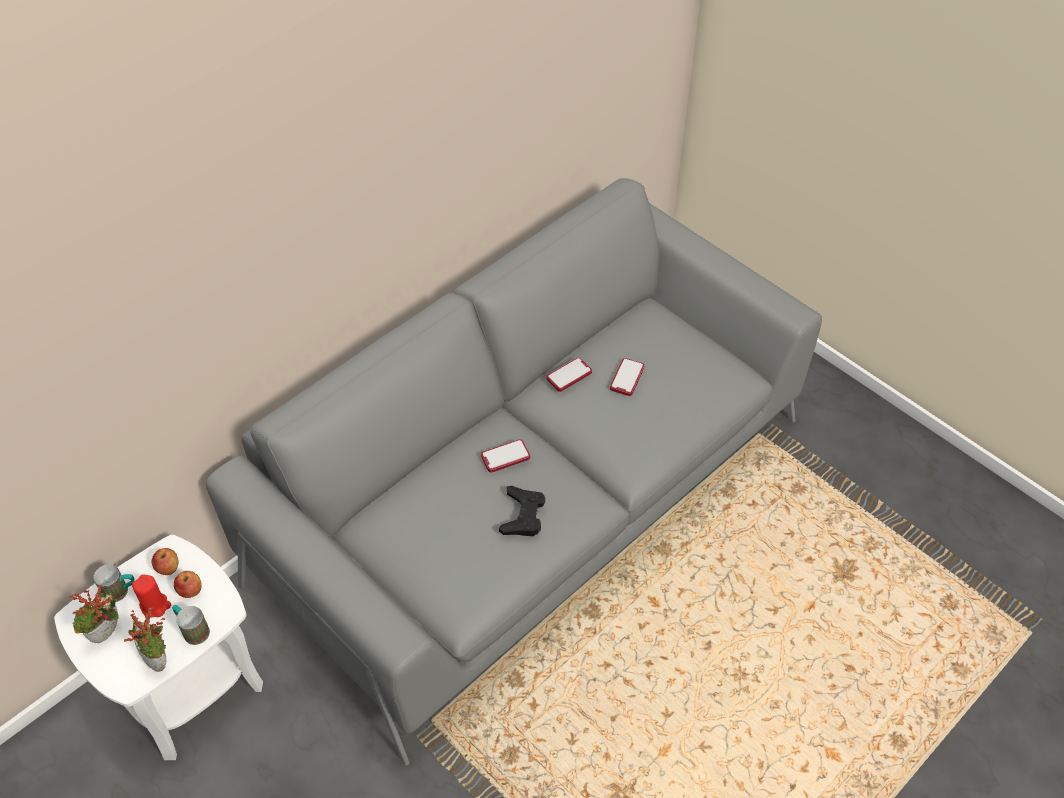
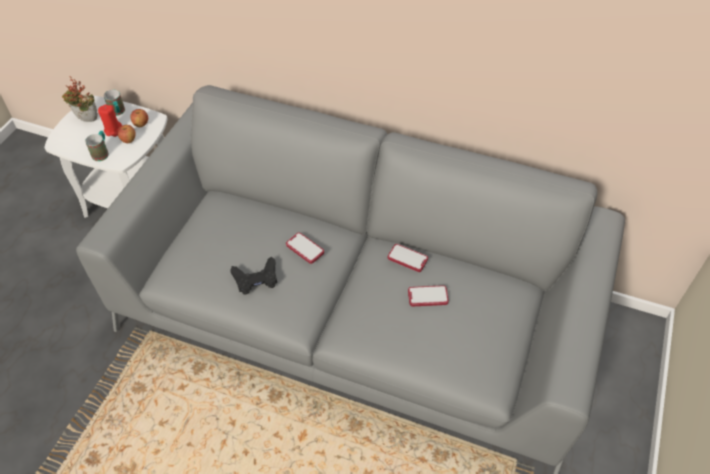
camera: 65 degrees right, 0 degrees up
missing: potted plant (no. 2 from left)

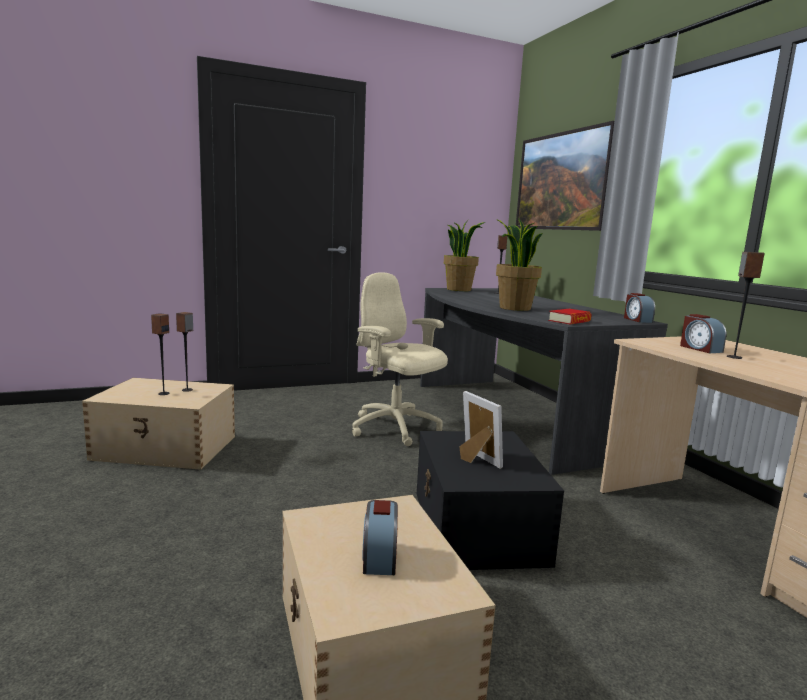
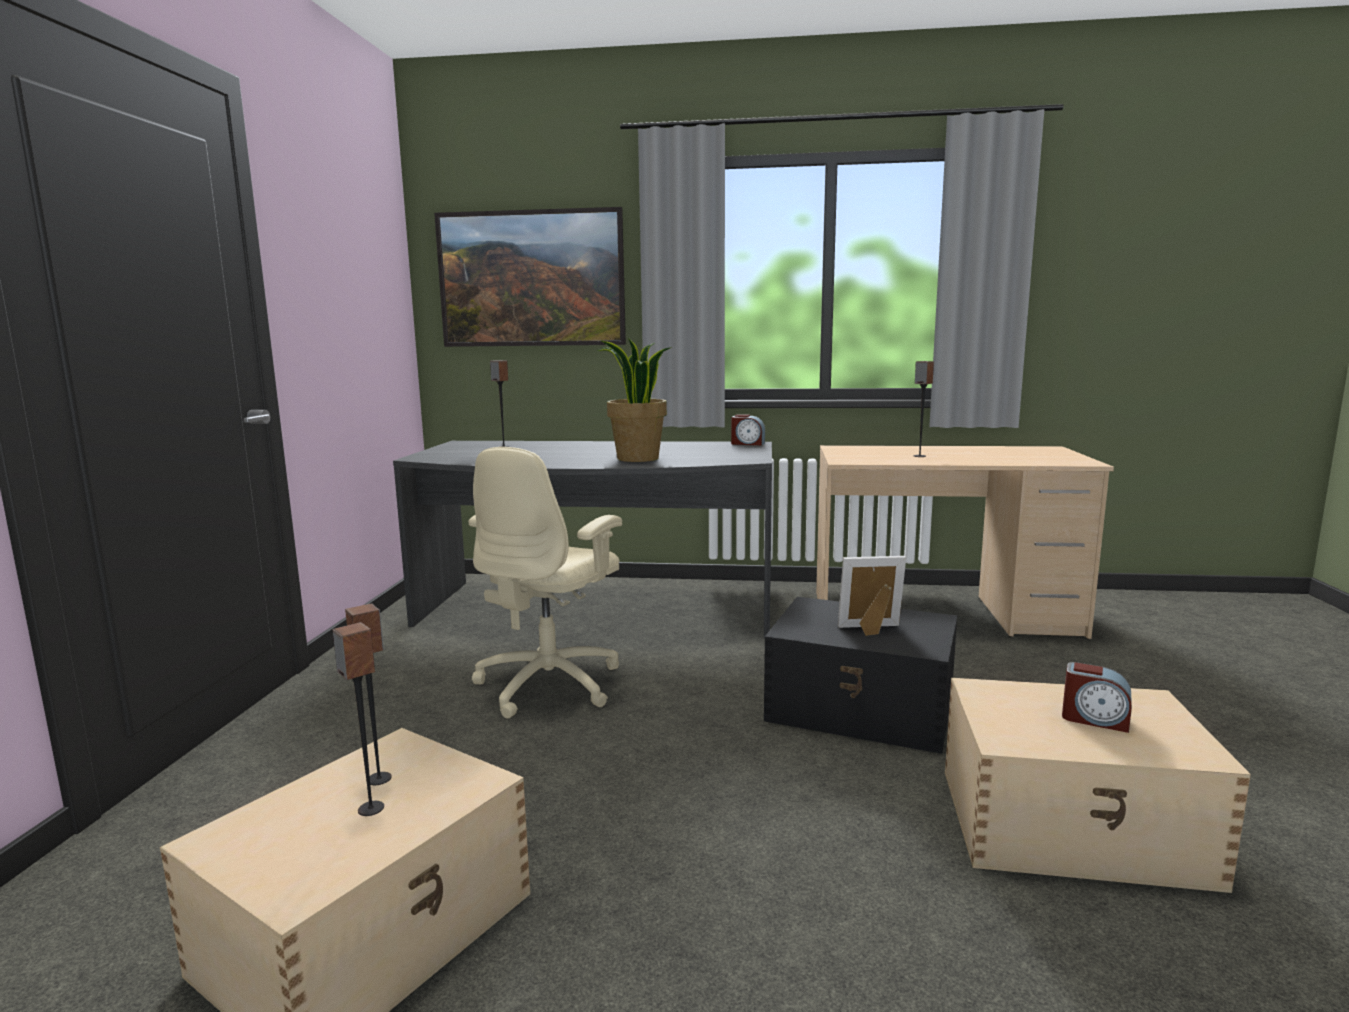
camera: 60 degrees left, 0 degrees up
missing: potted plant (no. 1 from left); book; alarm clock (no. 3 from left)
spun: office chair/sand-coloured 45 degrees counterclockwise

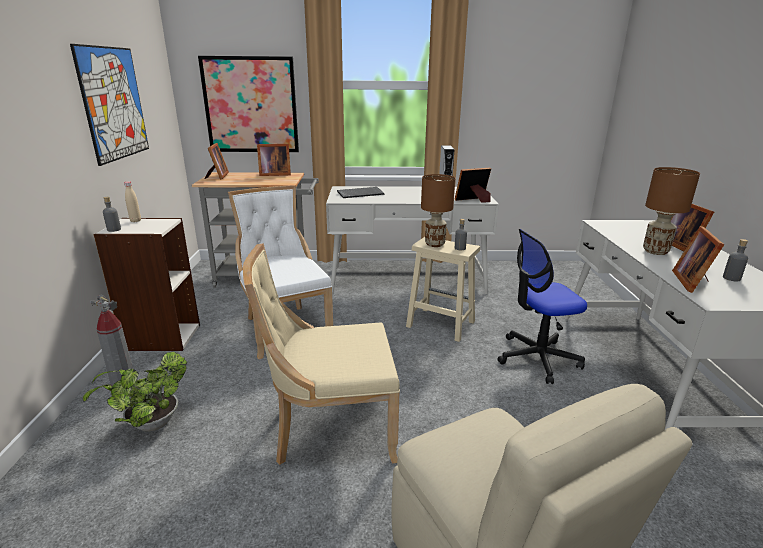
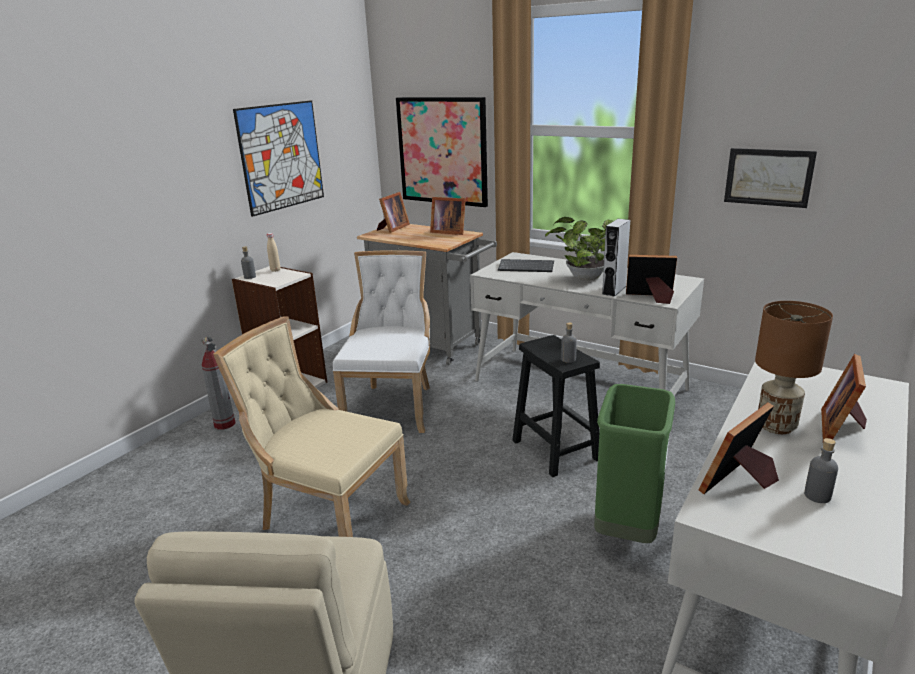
camera: 35 degrees right, 0 degrees up
missing: lamp for a table/brownish (no. 1 from left)
appeared: wall art (no. 3 from left)
relocated: potted plant
exchanged: office chair to waste bin/green
colour: stool seat/sand-coloured to stool seat/black-coloured

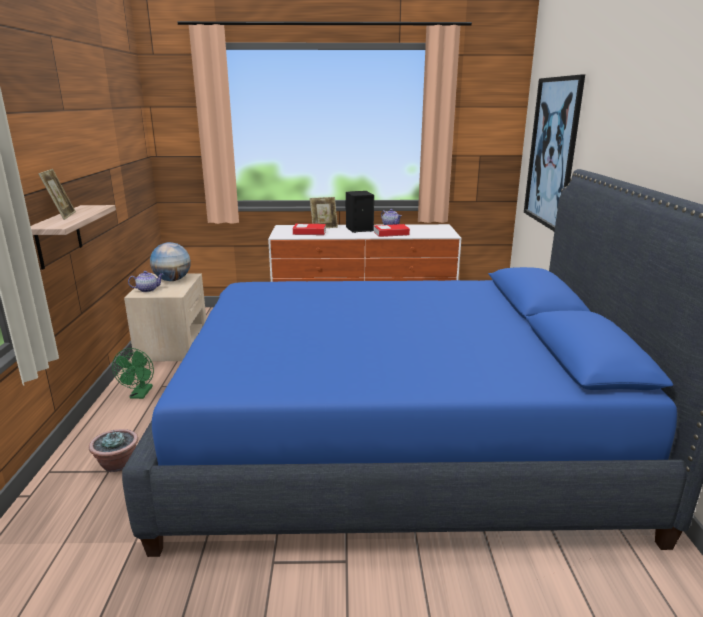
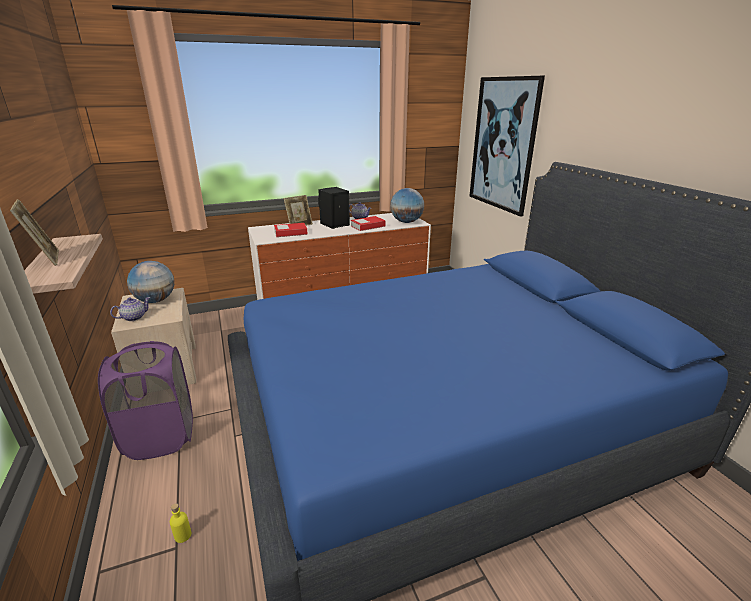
camera: 20 degrees left, 5 degrees up
appeared: globe (no. 2 from left)
exchanged: potted plant to bottle/yellowish; fan/green to hamper/purple

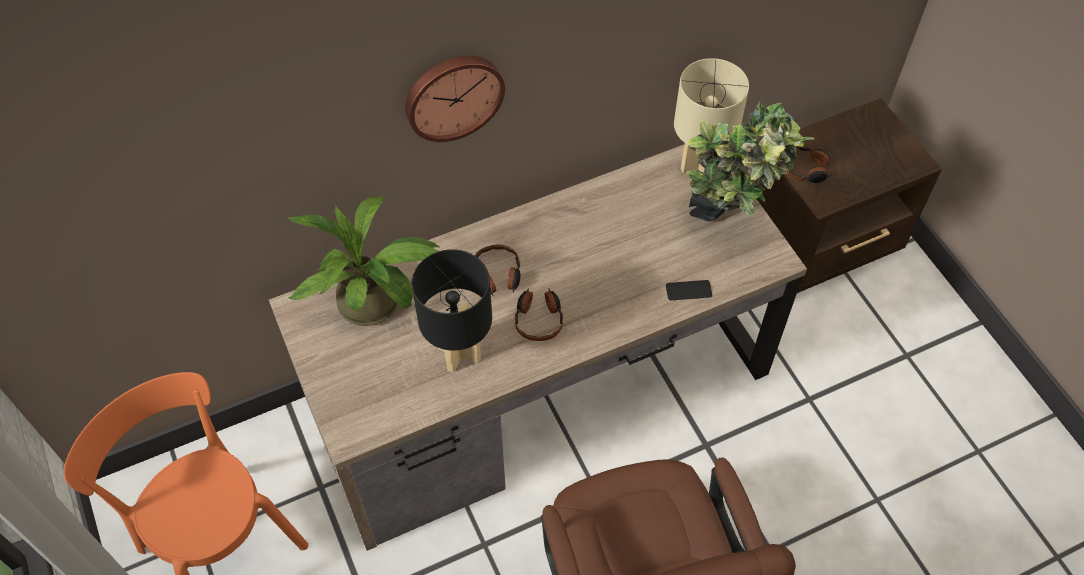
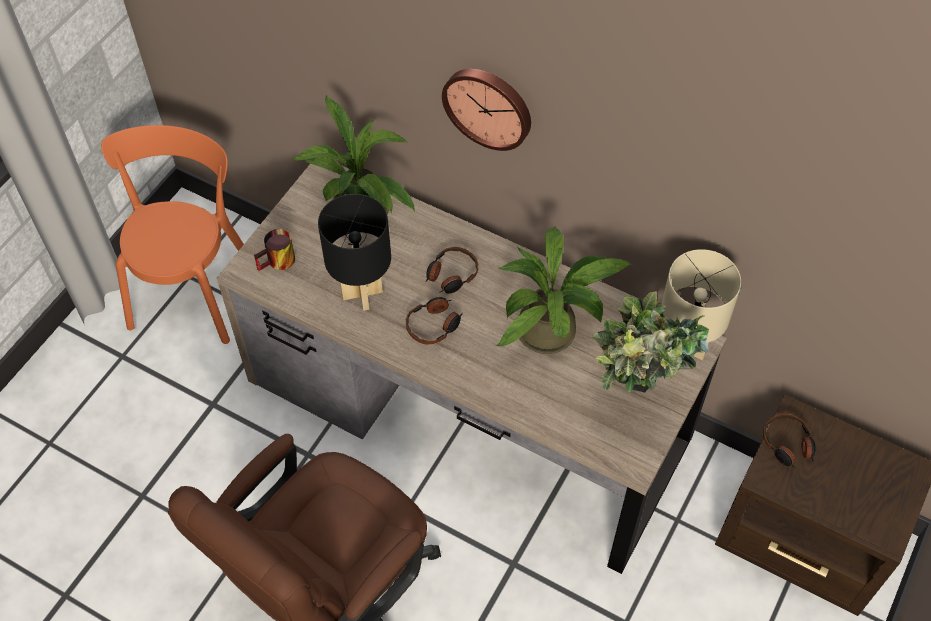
camera: 55 degrees right, 0 degrees up
missing: telephone
appeared: tea mug; potted plant (no. 2 from left)

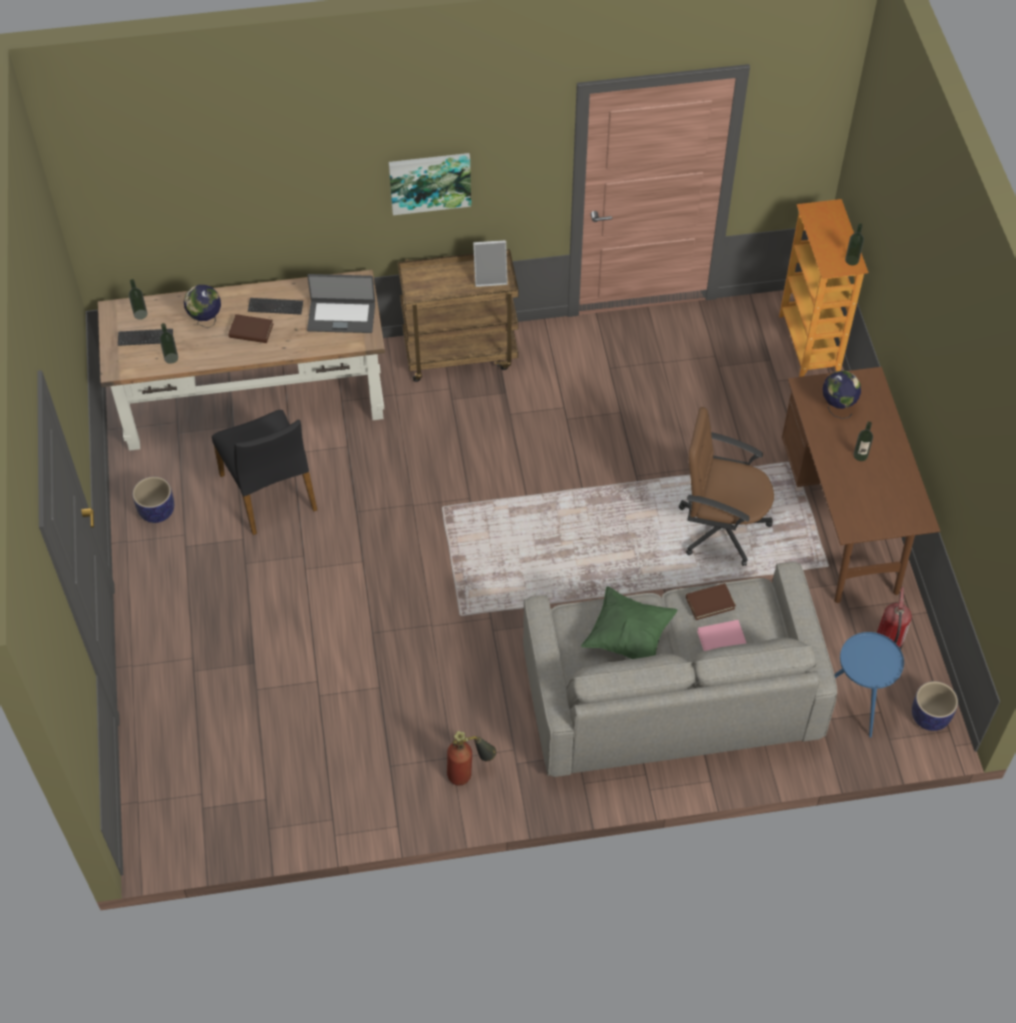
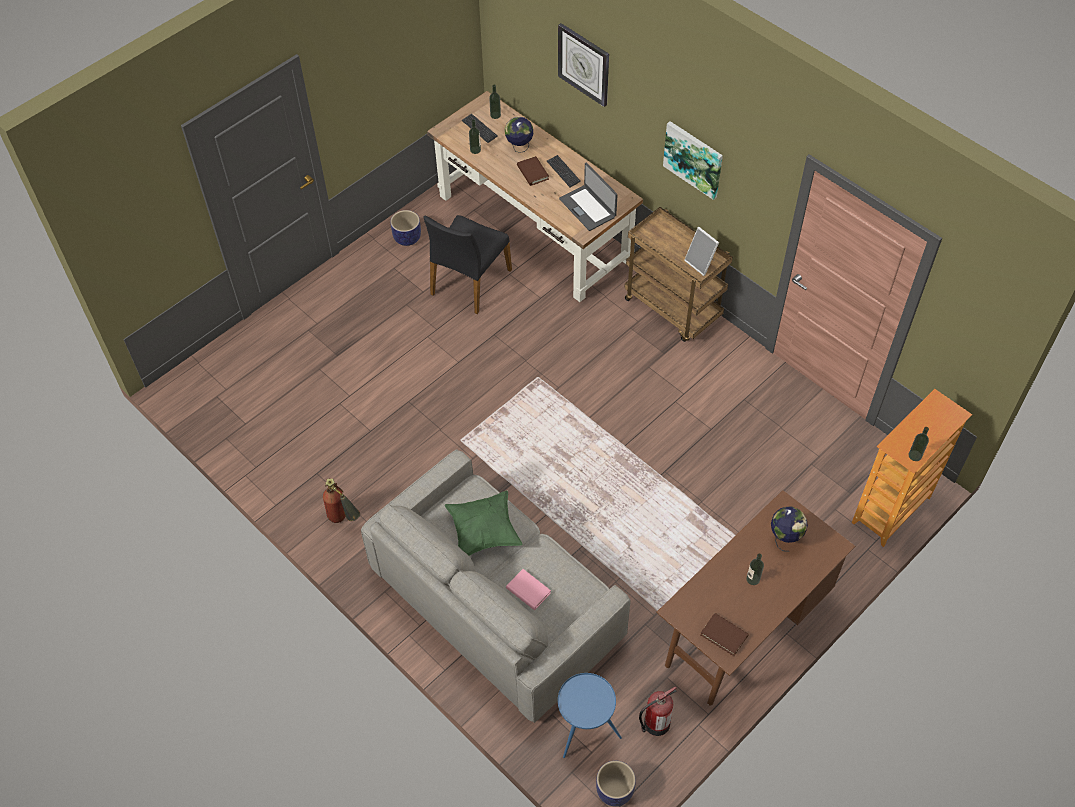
camera: 55 degrees right, 0 degrees up
missing: office chair/brownish
appeared: wall clock
relocated: book/brownish (no. 2 from left)

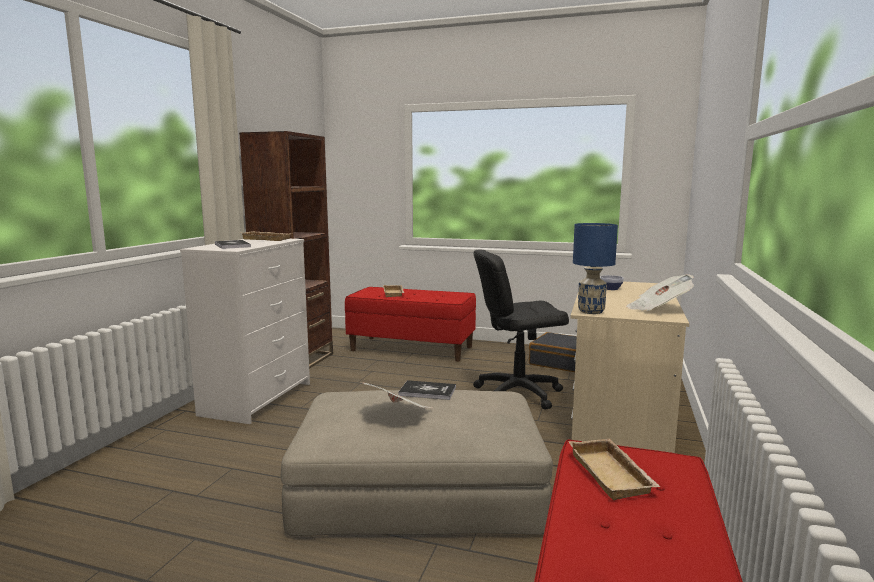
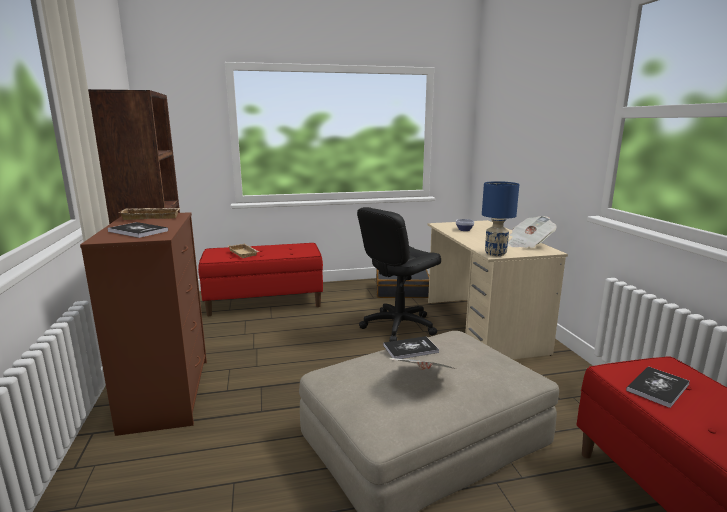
camera: 30 degrees left, 5 degrees up
exchanged: tray/sand-coloured (no. 3 from left) to book (no. 3 from left)
colour: chest of drawers/whitish to chest of drawers/brownish

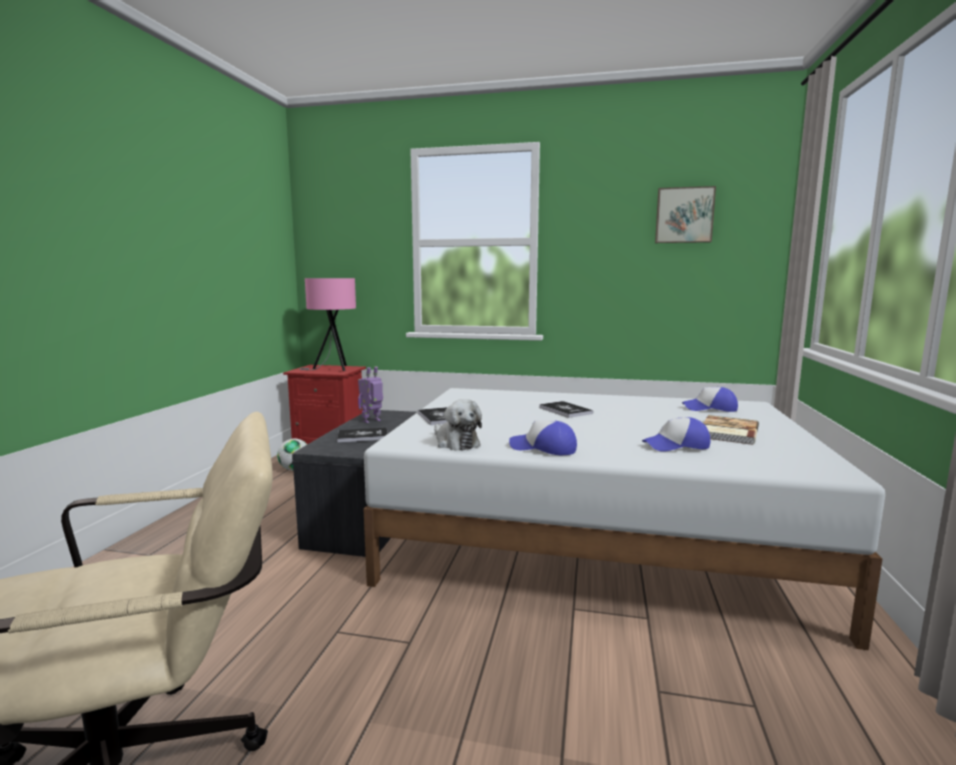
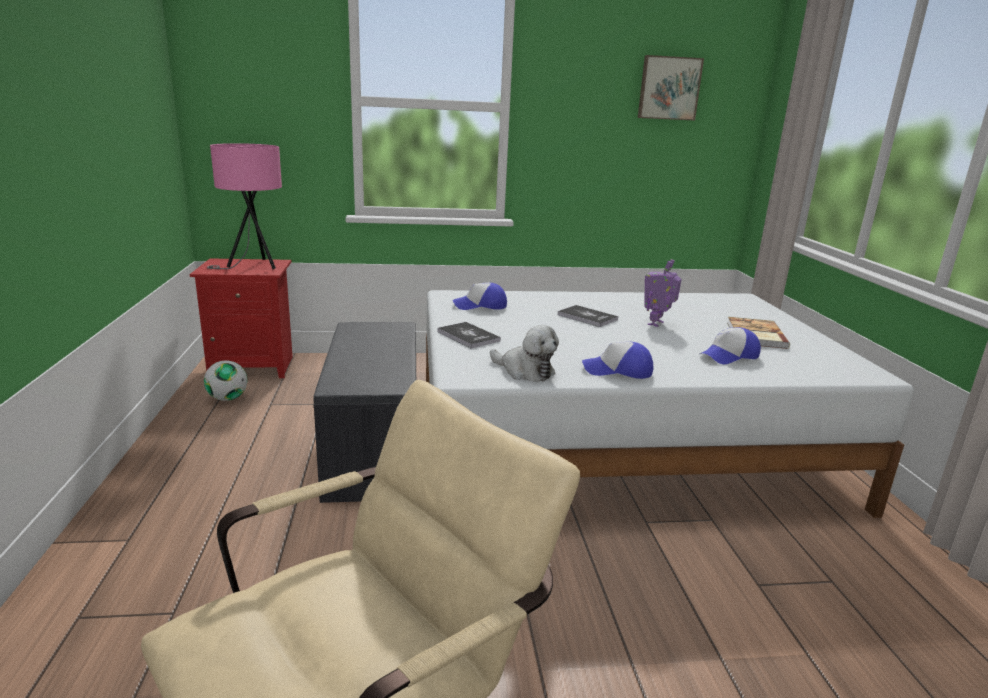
camera: 20 degrees left, 10 degrees up
missing: book (no. 1 from left)
relocated: toy robot; cap (no. 3 from left in the first image) to cap (no. 1 from left)

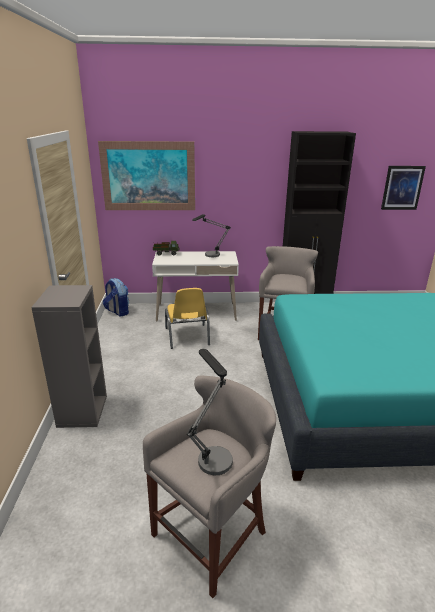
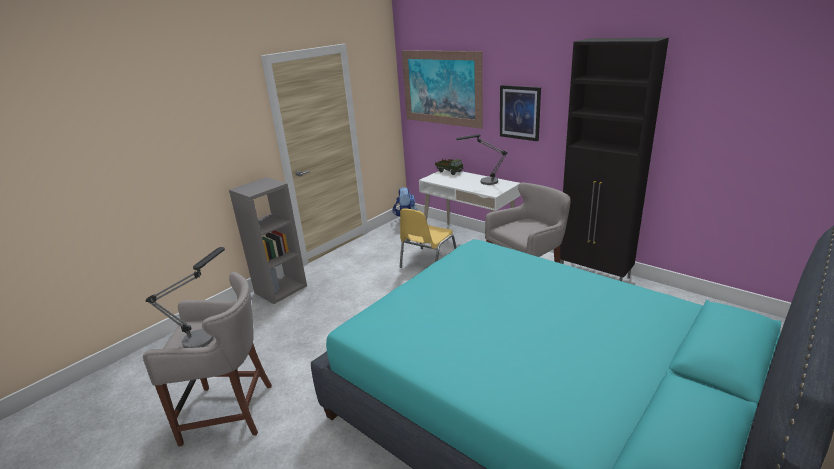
camera: 45 degrees right, 0 degrees up
relocated: wall art (no. 2 from left)

